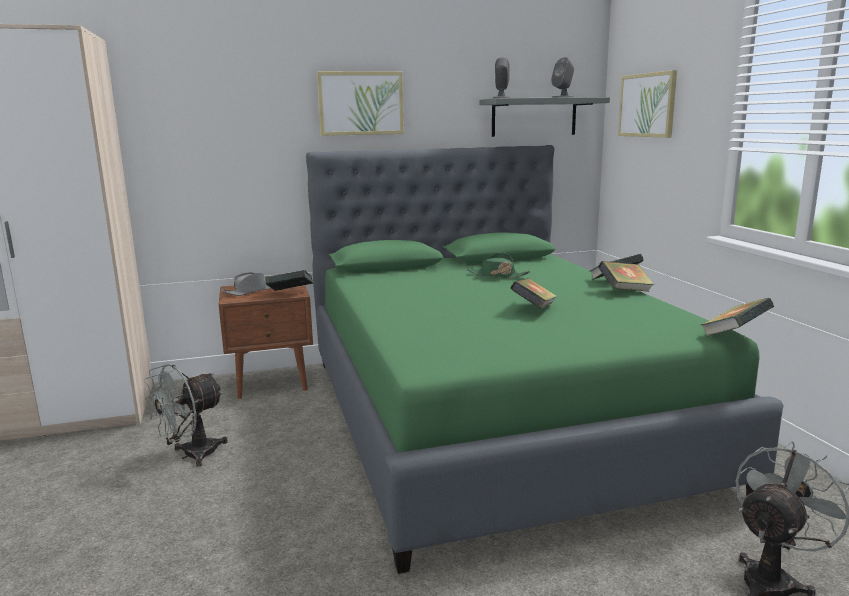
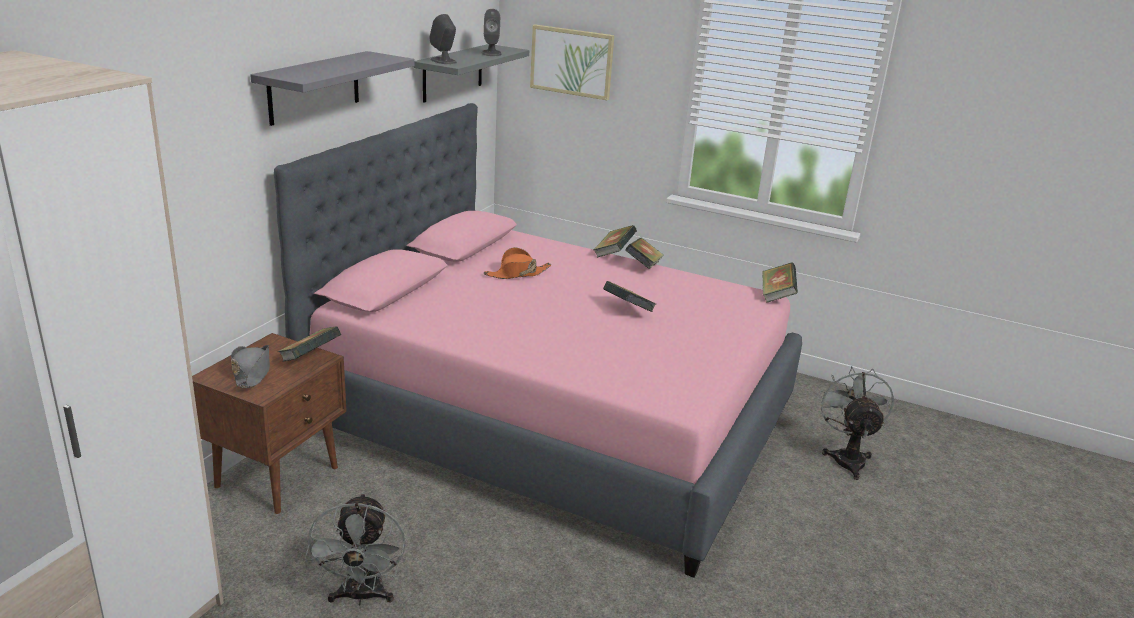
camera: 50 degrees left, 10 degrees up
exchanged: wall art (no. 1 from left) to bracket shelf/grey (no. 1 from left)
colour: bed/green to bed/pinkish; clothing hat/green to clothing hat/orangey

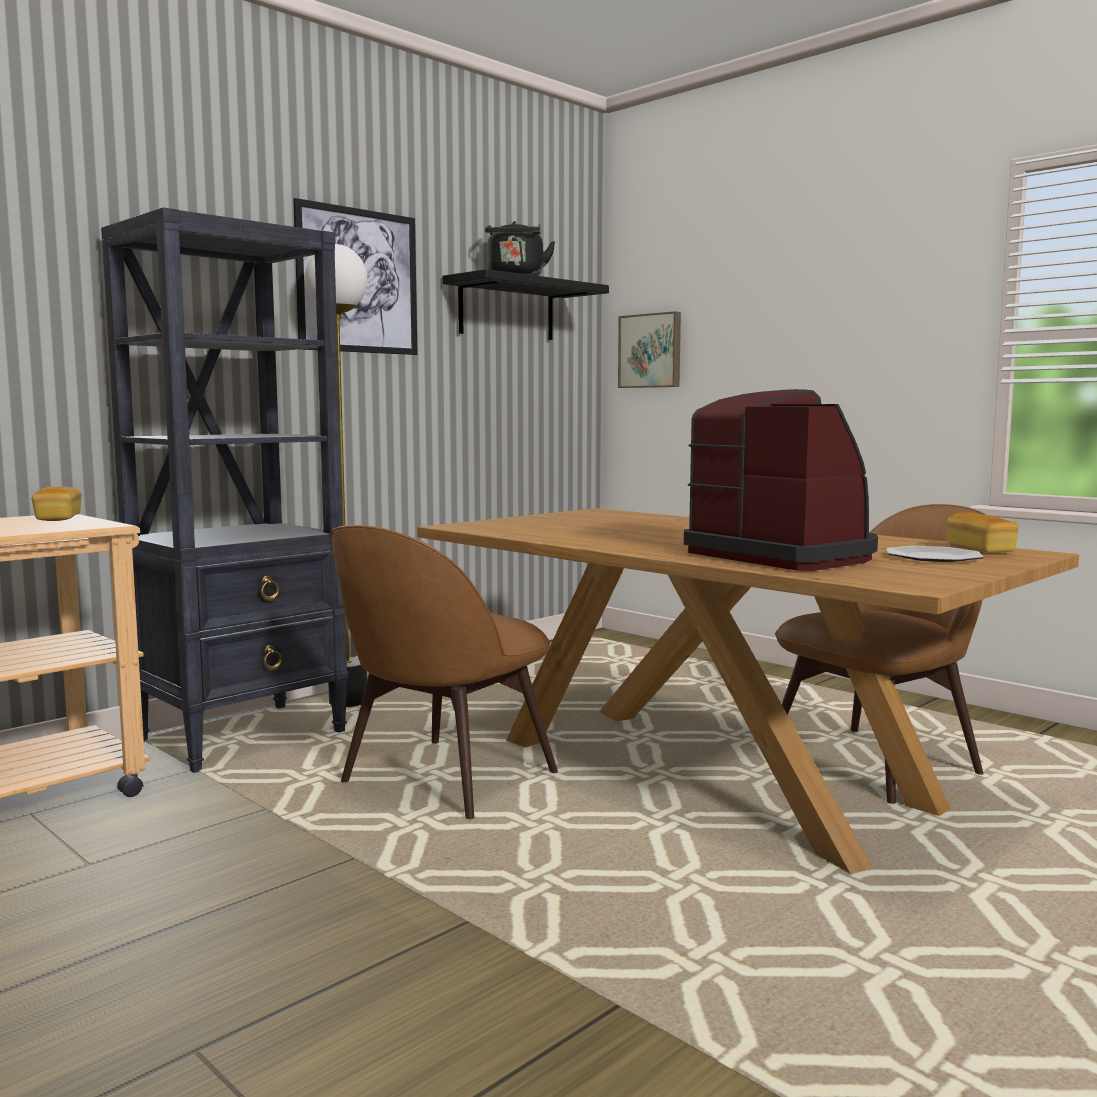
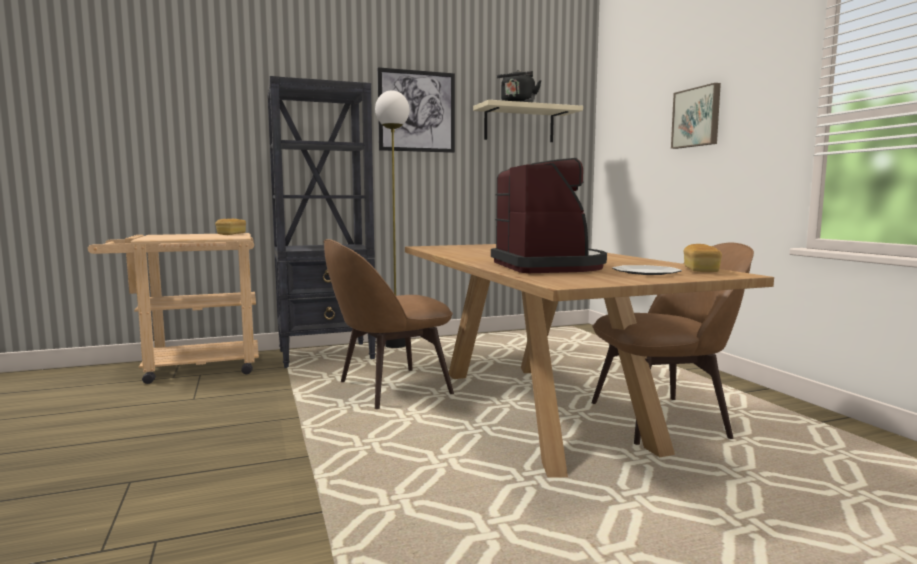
camera: 25 degrees right, 0 degrees up
relocated: wall art (no. 2 from left)
colour: bracket shelf/black-coloured to bracket shelf/sand-coloured

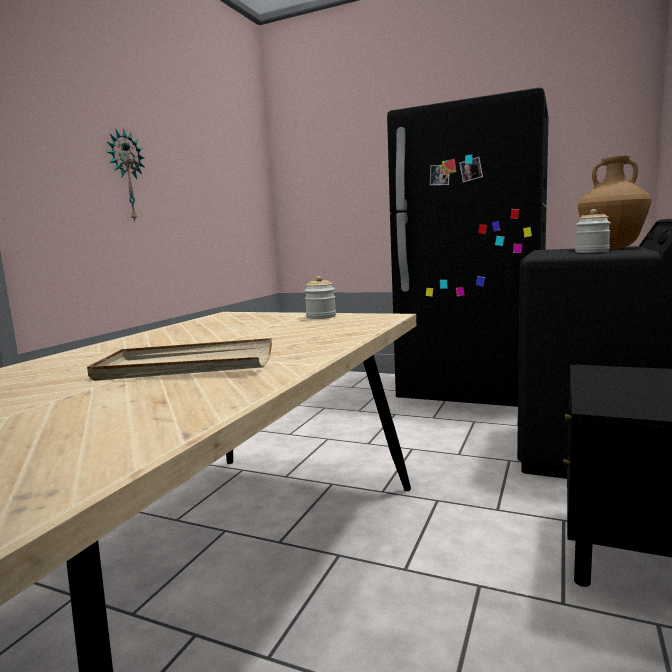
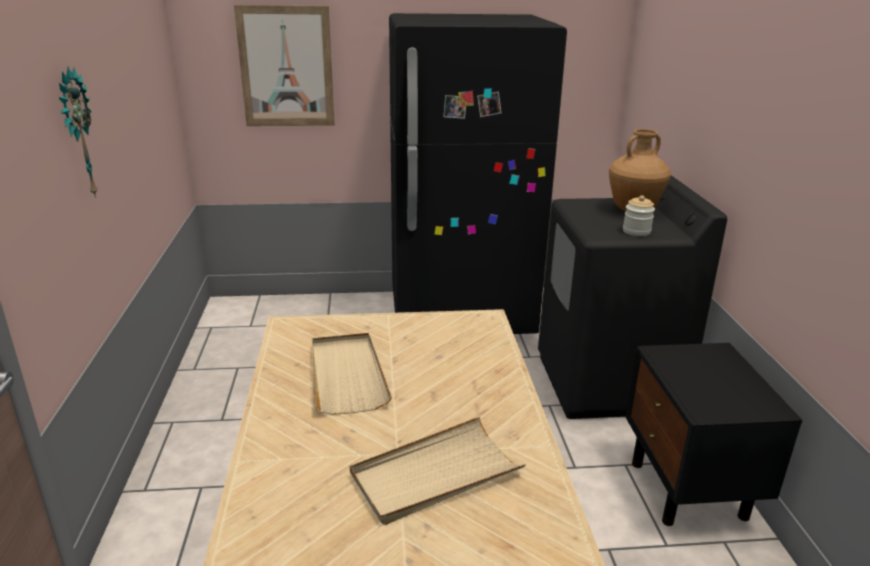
camera: 30 degrees left, 15 degrees up
missing: preserve jar (no. 1 from left)
appeared: wall art; tray/sand-coloured (no. 1 from left)

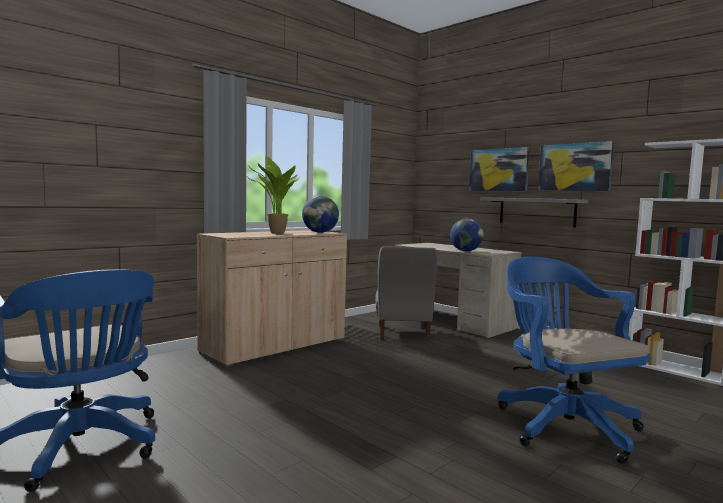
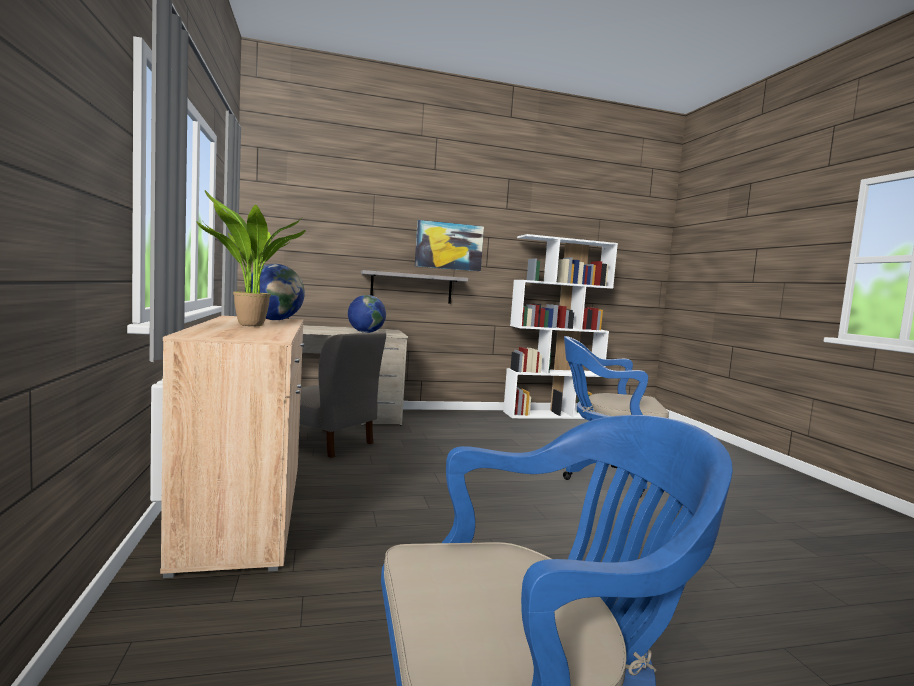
camera: 60 degrees left, 0 degrees up
missing: wall art (no. 1 from left)

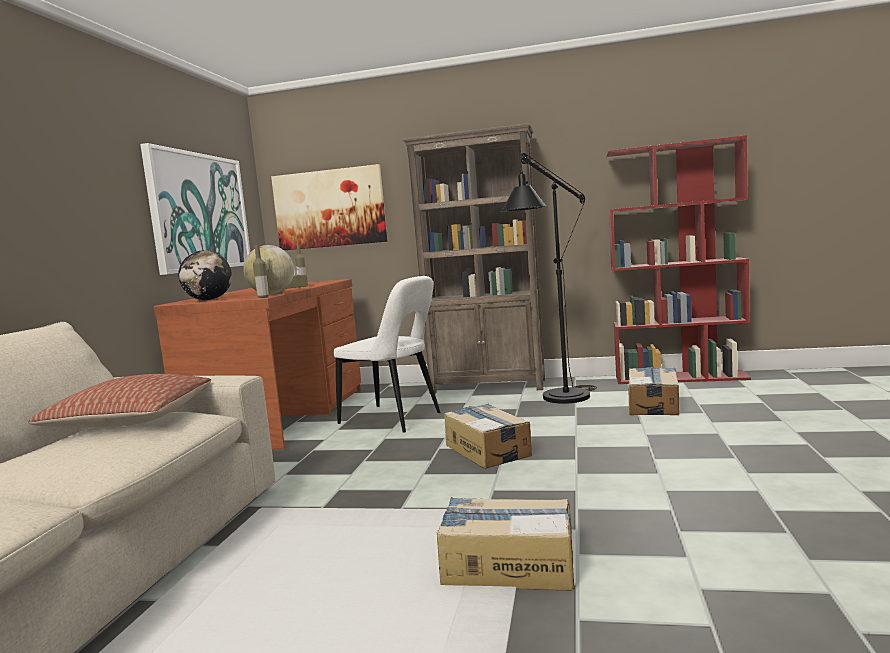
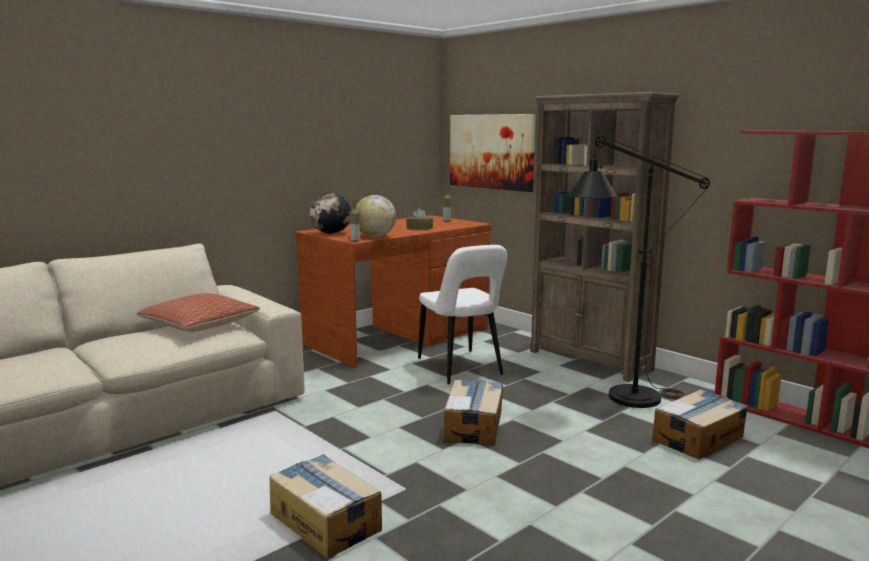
camera: 35 degrees right, 5 degrees up
missing: wall art (no. 1 from left)

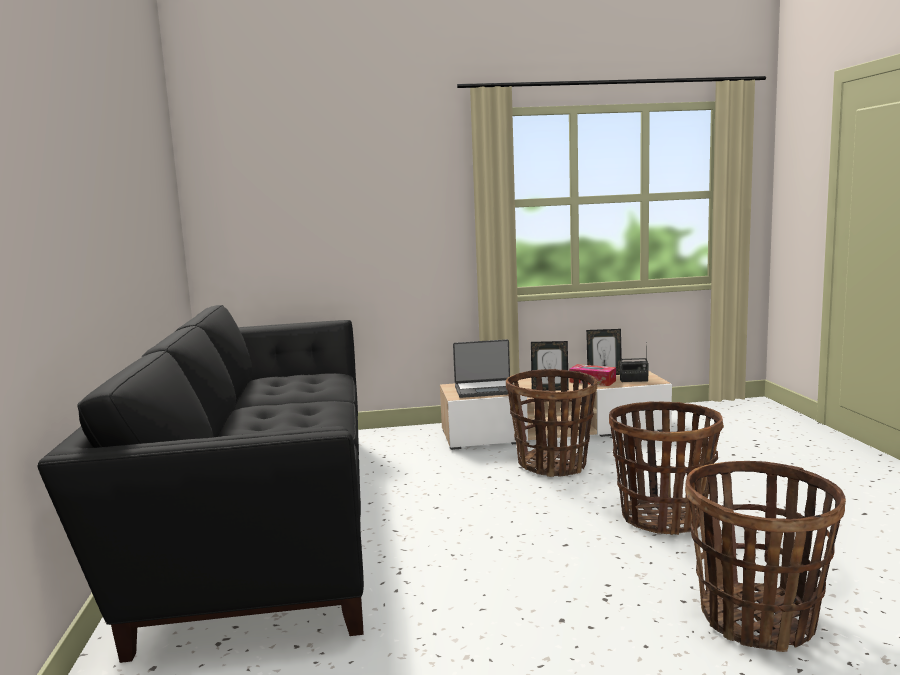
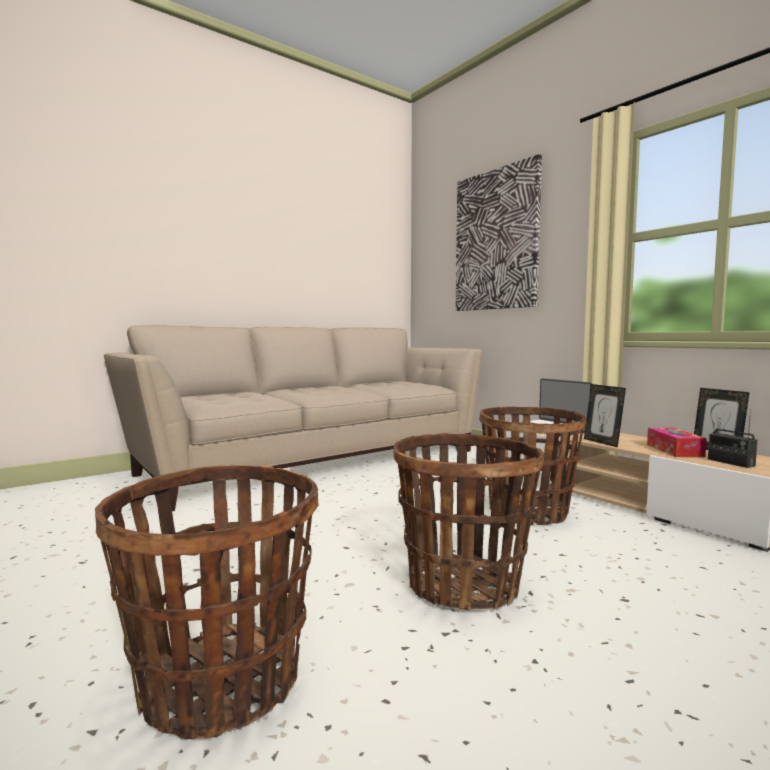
camera: 60 degrees right, 5 degrees down
appeared: wall art
colour: settee/black-coloured to settee/sand-coloured

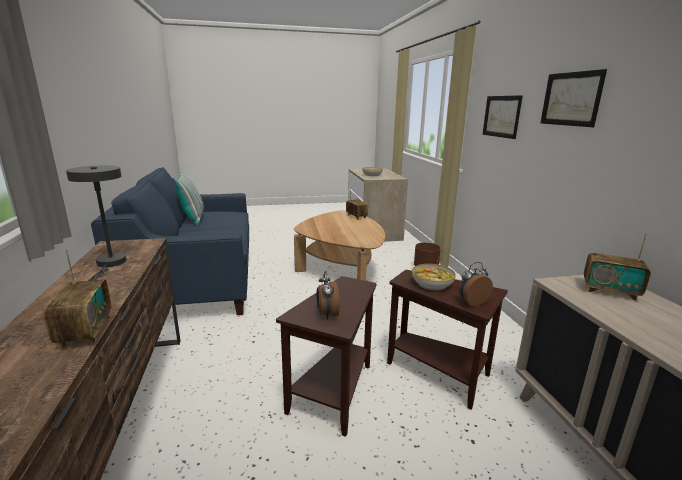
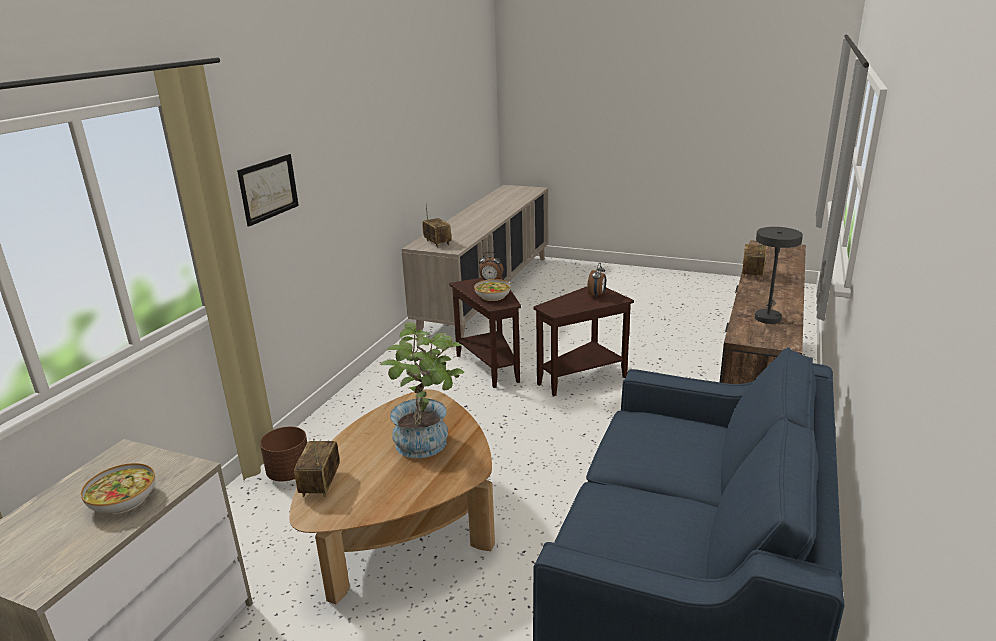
camera: 145 degrees left, 5 degrees up
missing: cushion; wall art (no. 2 from left)
appeared: potted plant

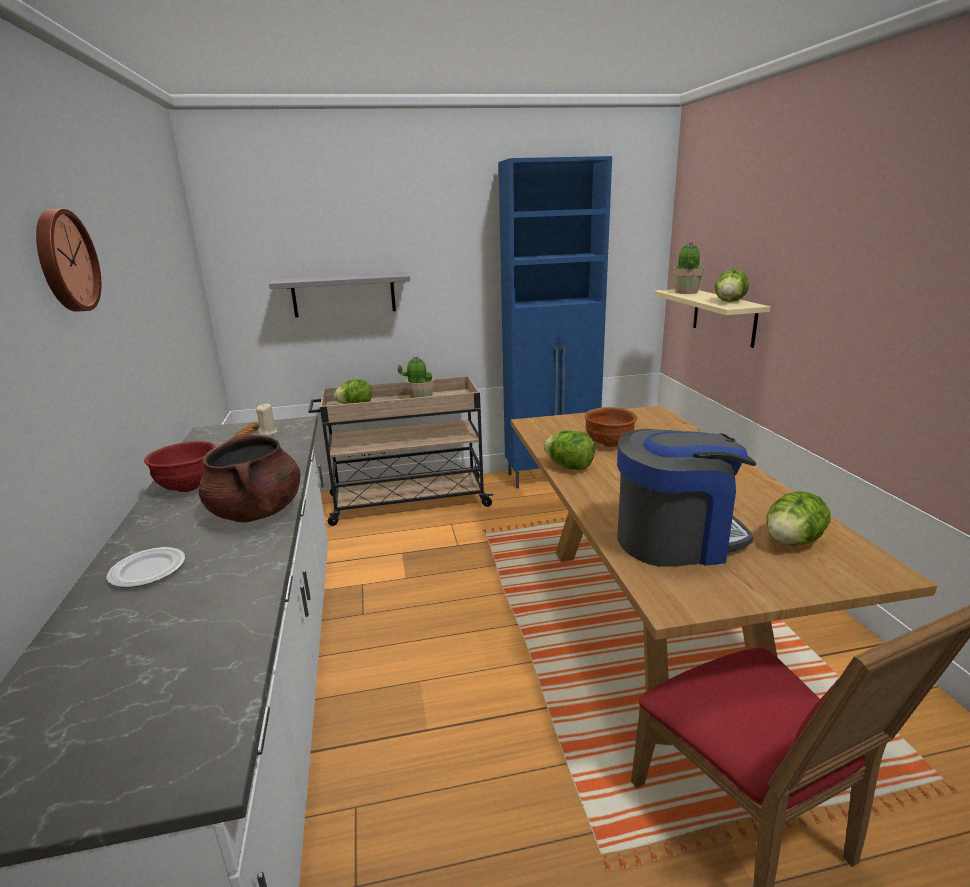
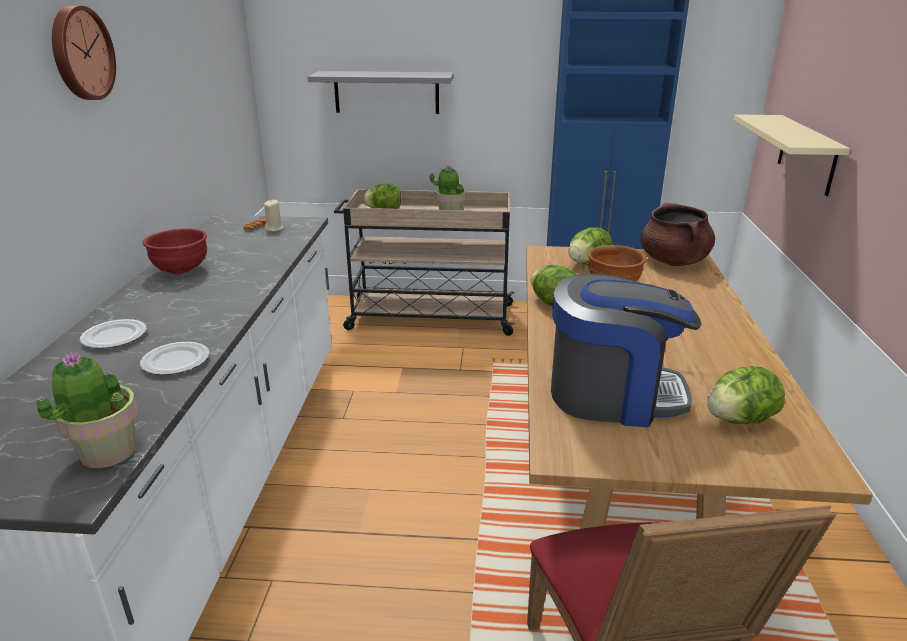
camera: 15 degrees right, 5 degrees up
appeared: dinner plate (no. 2 from left)
relocated: stockpot/brownish; potted plant (no. 2 from left in the first image) to potted plant (no. 1 from left); lettuce (no. 3 from left)

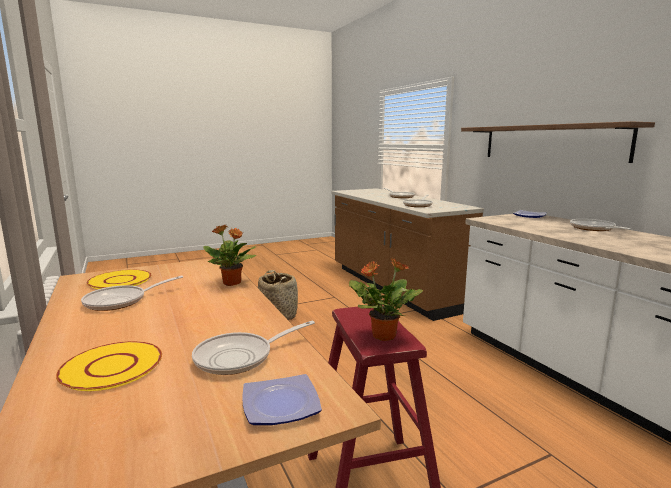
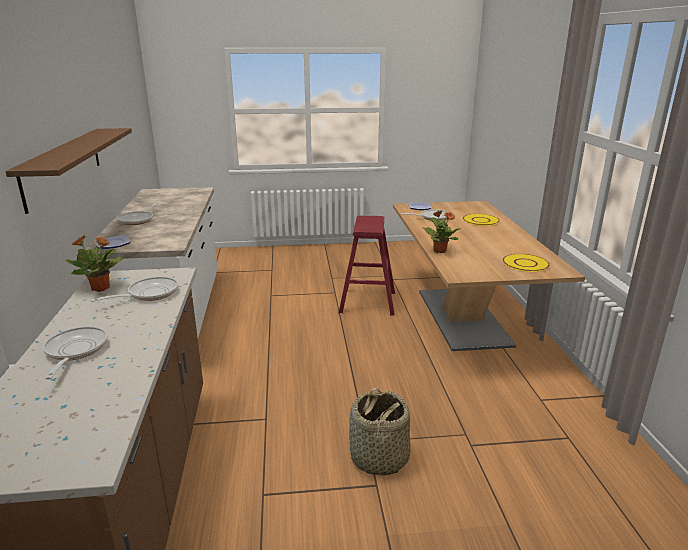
camera: 160 degrees left, 10 degrees up
missing: skillet (no. 1 from left)
relocated: potted plant (no. 2 from left in the first image) to potted plant (no. 1 from left)

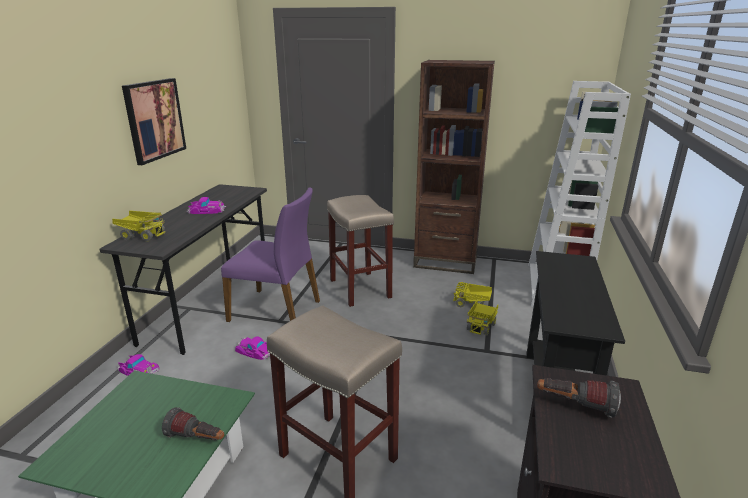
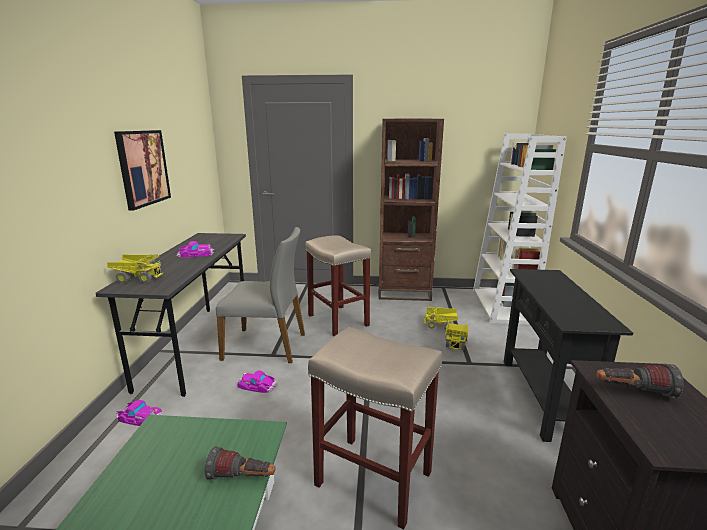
camera: 10 degrees left, 5 degrees down
colour: upright chair/purple to upright chair/grey

